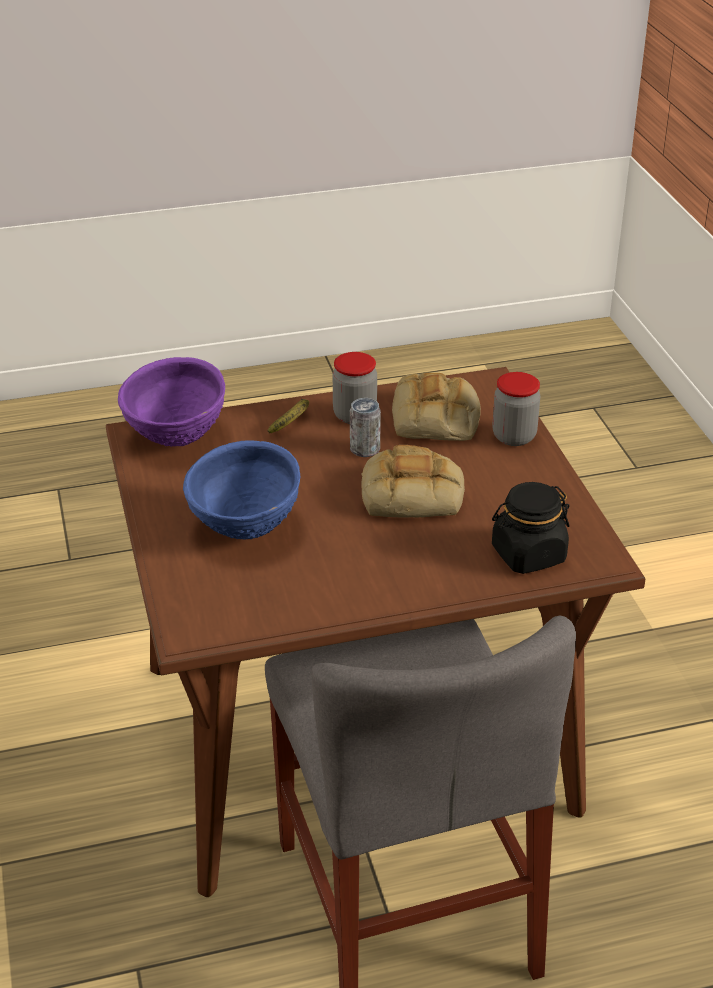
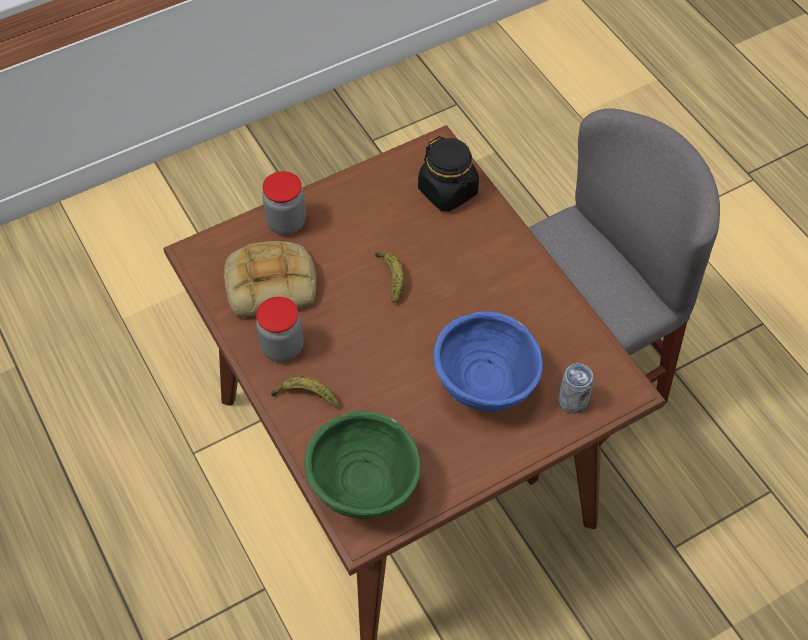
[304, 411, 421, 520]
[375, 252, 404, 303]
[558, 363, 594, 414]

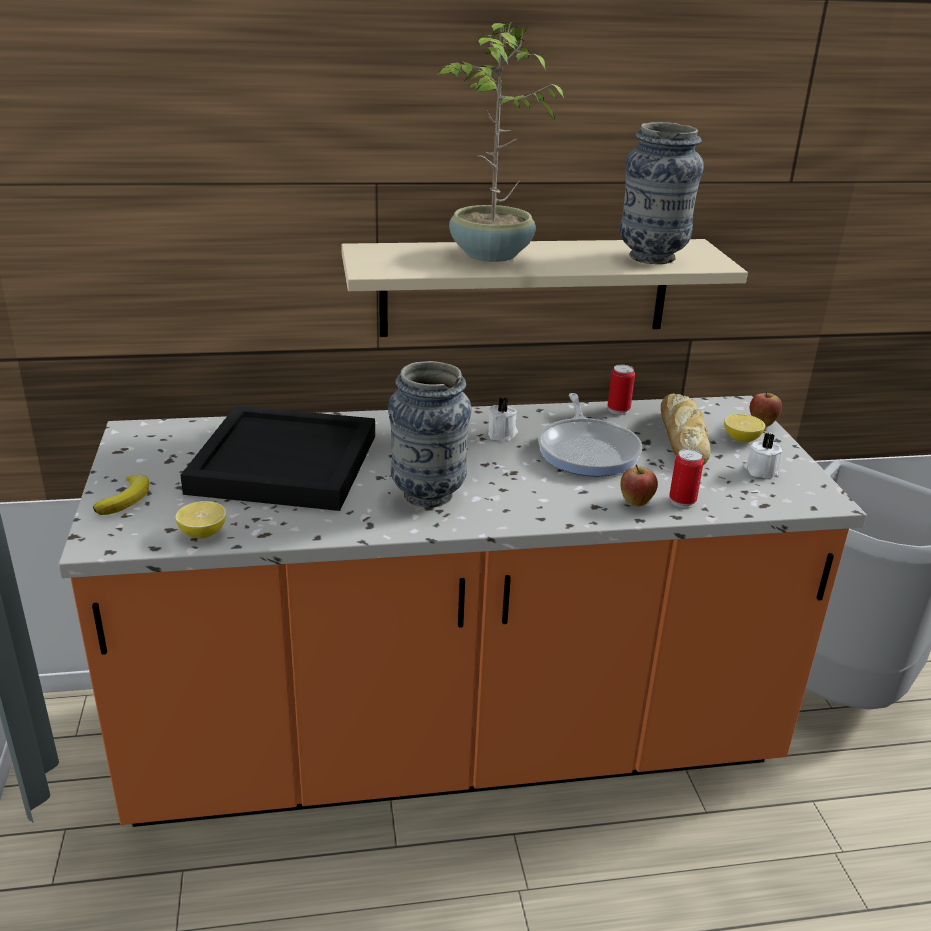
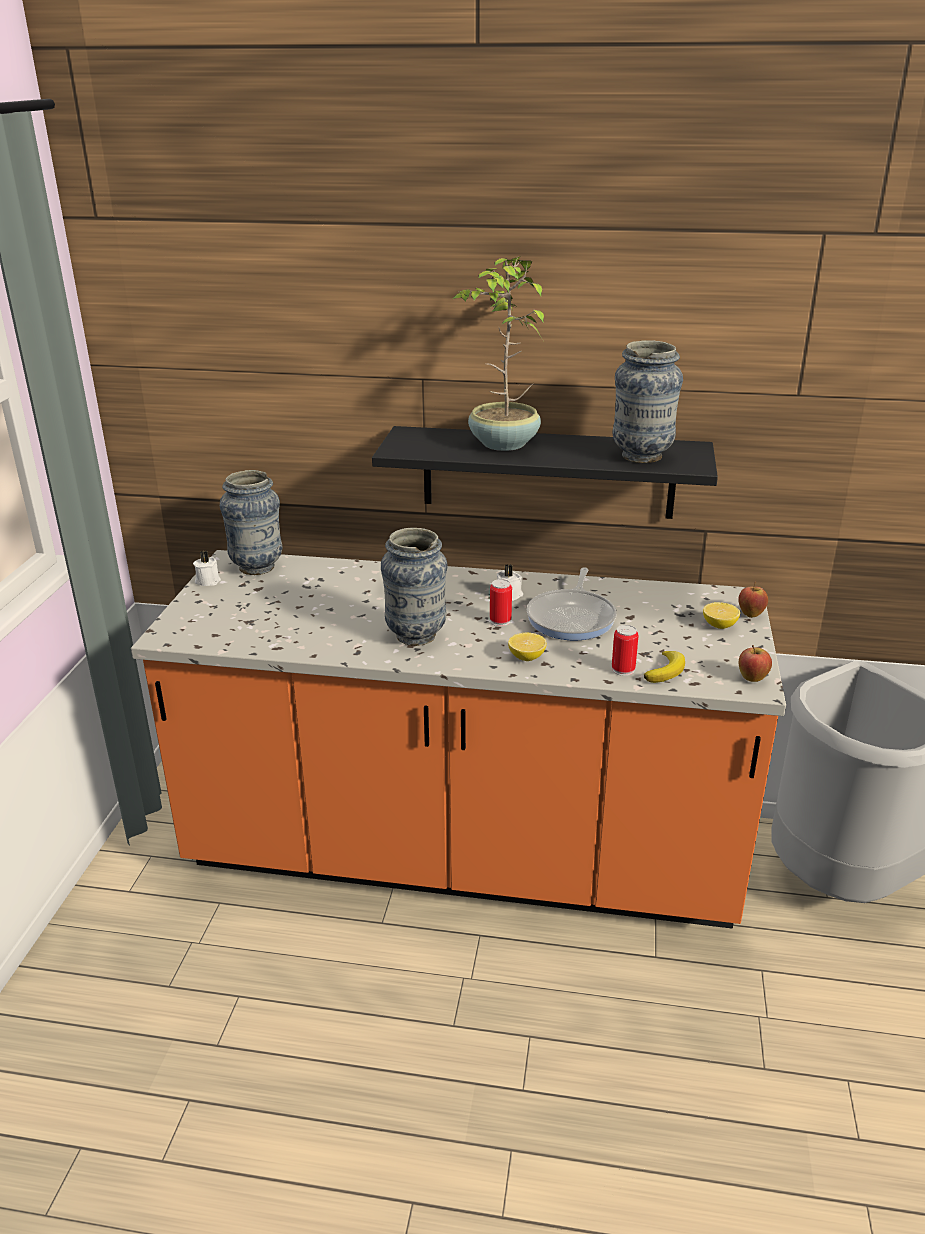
[193, 550, 221, 586]
[220, 470, 283, 575]
[372, 426, 718, 519]
[490, 579, 512, 626]
[508, 633, 547, 661]
[644, 651, 685, 683]
[739, 645, 772, 682]
[180, 405, 375, 511] (first image)
[661, 394, 711, 465] (first image)

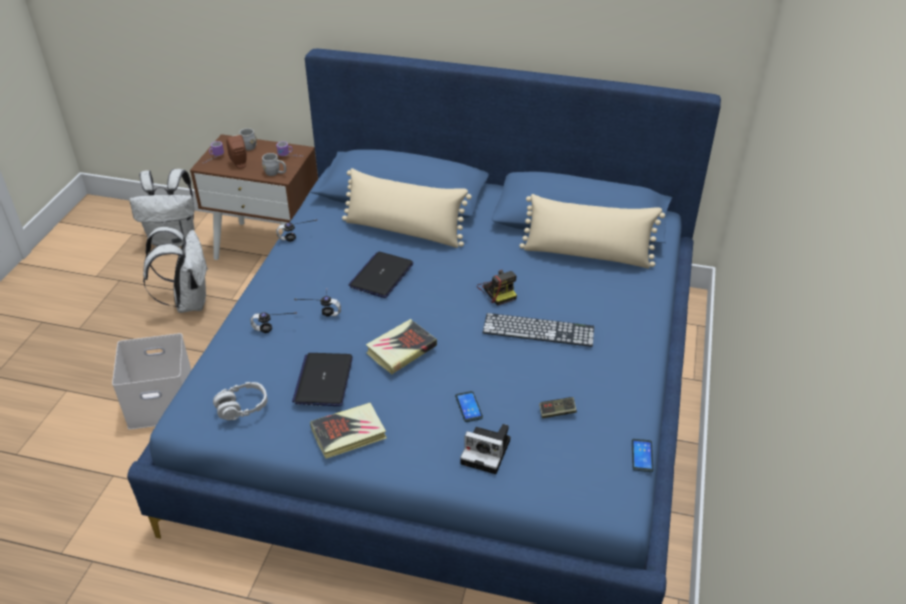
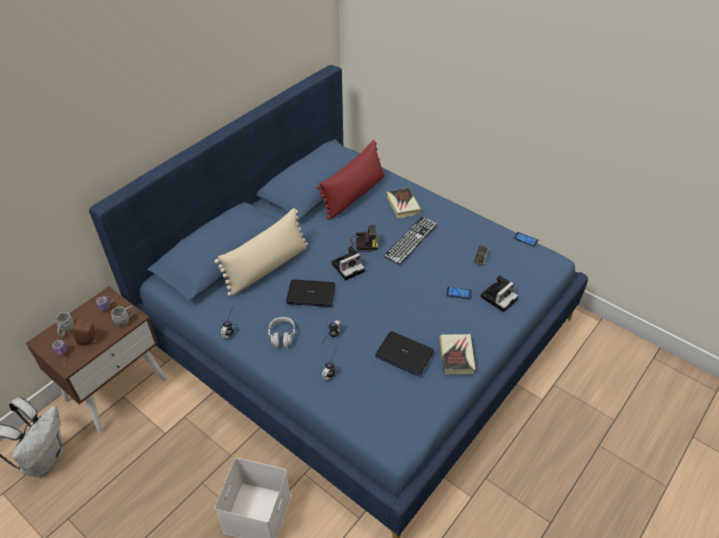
[268, 317, 296, 347]
[286, 279, 336, 307]
[316, 140, 385, 220]
[331, 246, 365, 280]
[387, 187, 422, 218]
[143, 227, 208, 313] (first image)

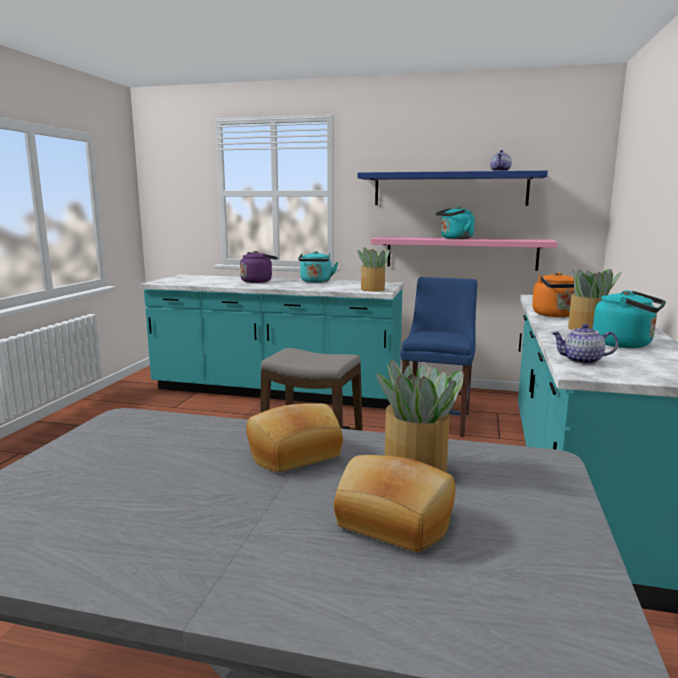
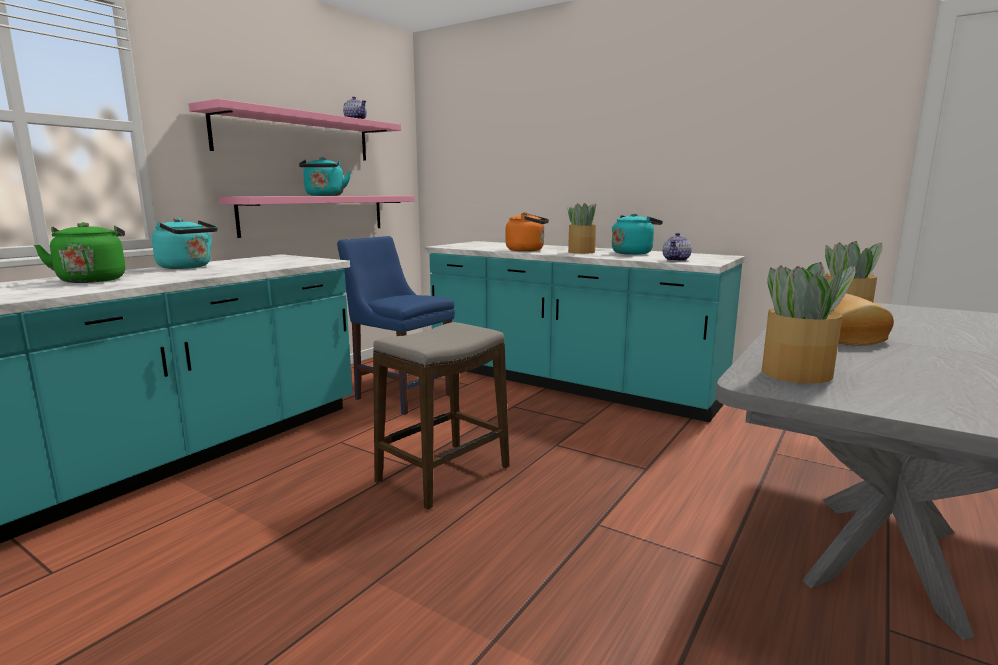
[34, 222, 125, 283]
[189, 99, 401, 161]
[762, 262, 855, 384]
[334, 455, 455, 552] (first image)

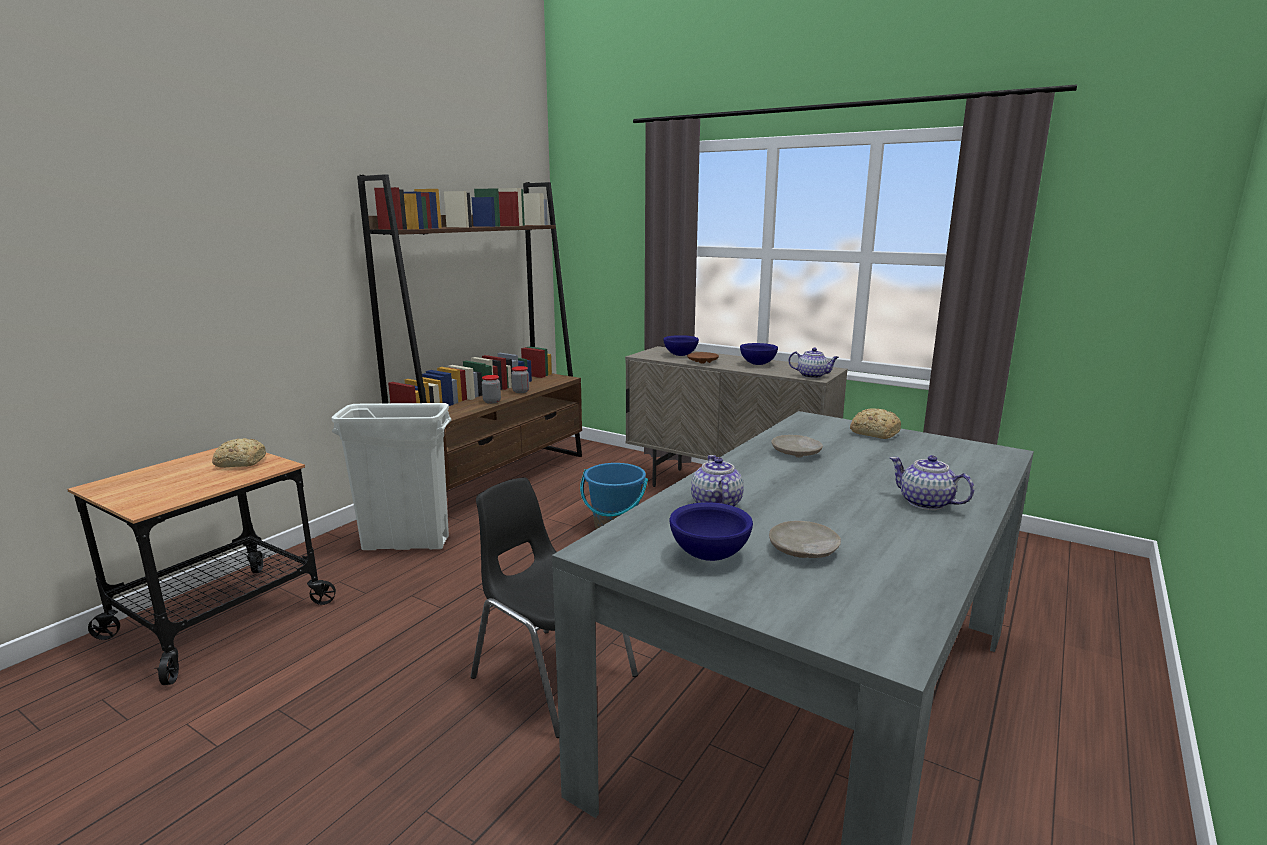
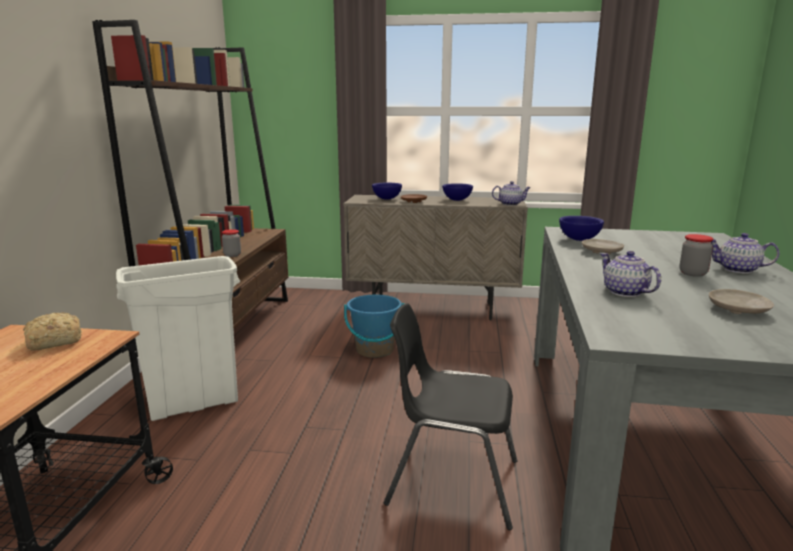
[559, 216, 604, 241]
[679, 234, 713, 277]
[850, 408, 901, 439] (first image)

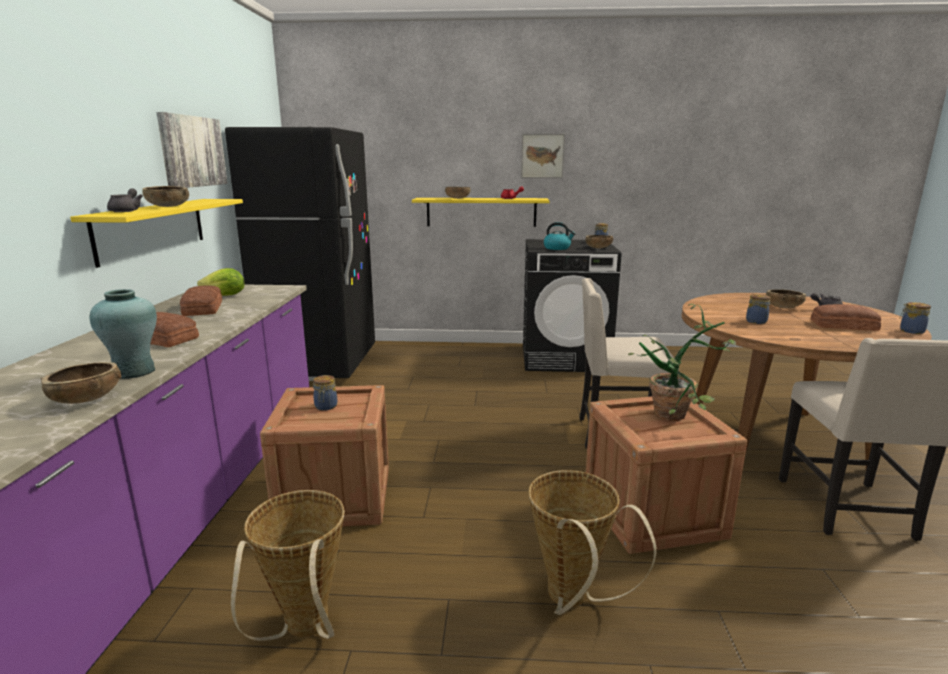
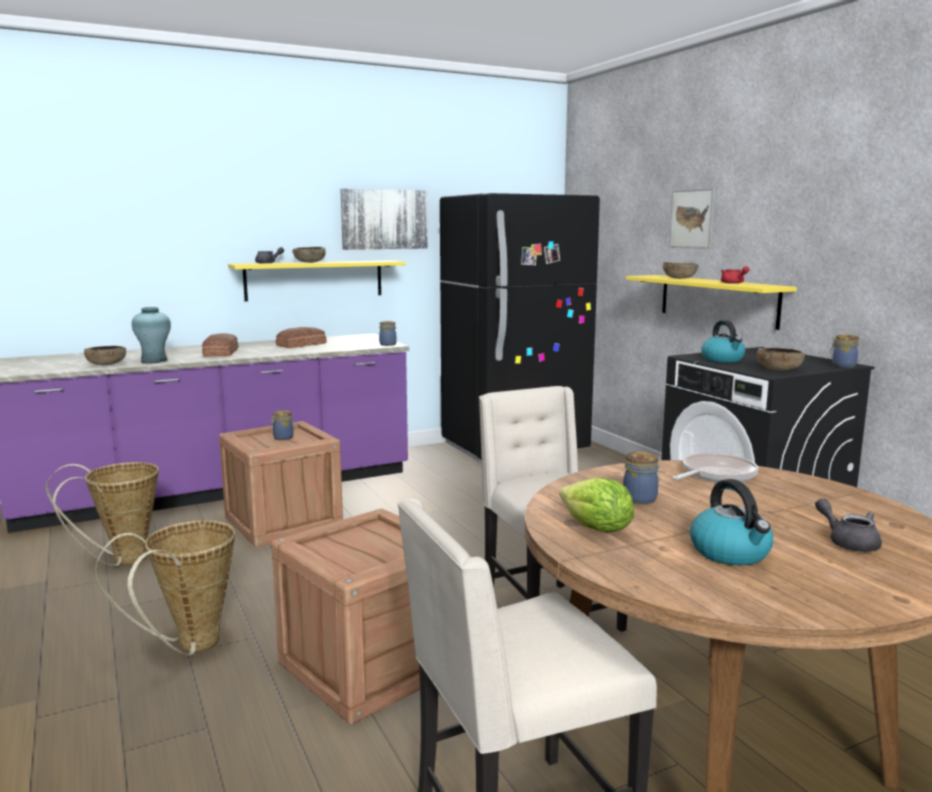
[379, 321, 397, 346]
[559, 477, 634, 533]
[669, 188, 715, 249]
[672, 453, 758, 482]
[690, 479, 773, 566]
[628, 304, 736, 421] (first image)
[766, 289, 806, 309] (first image)

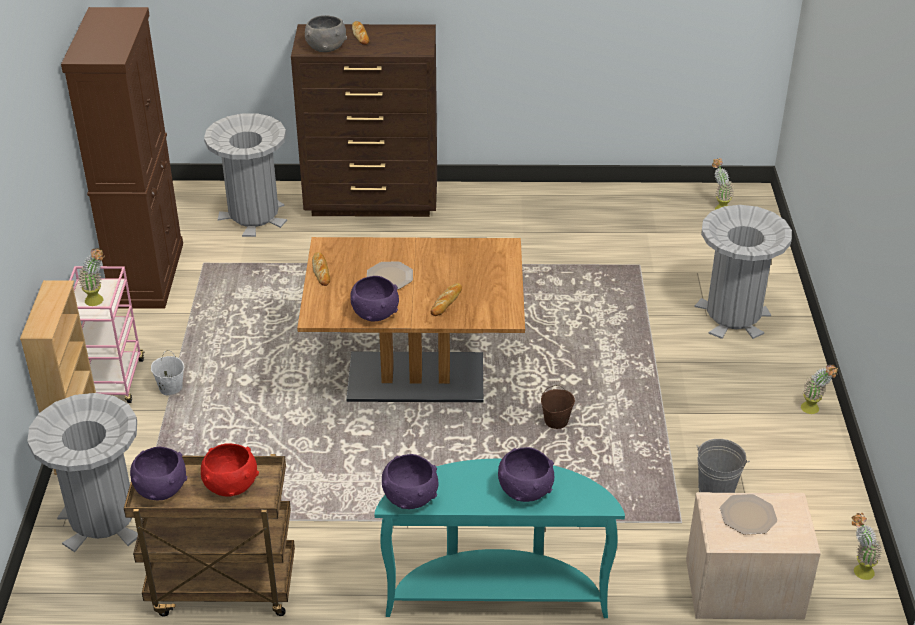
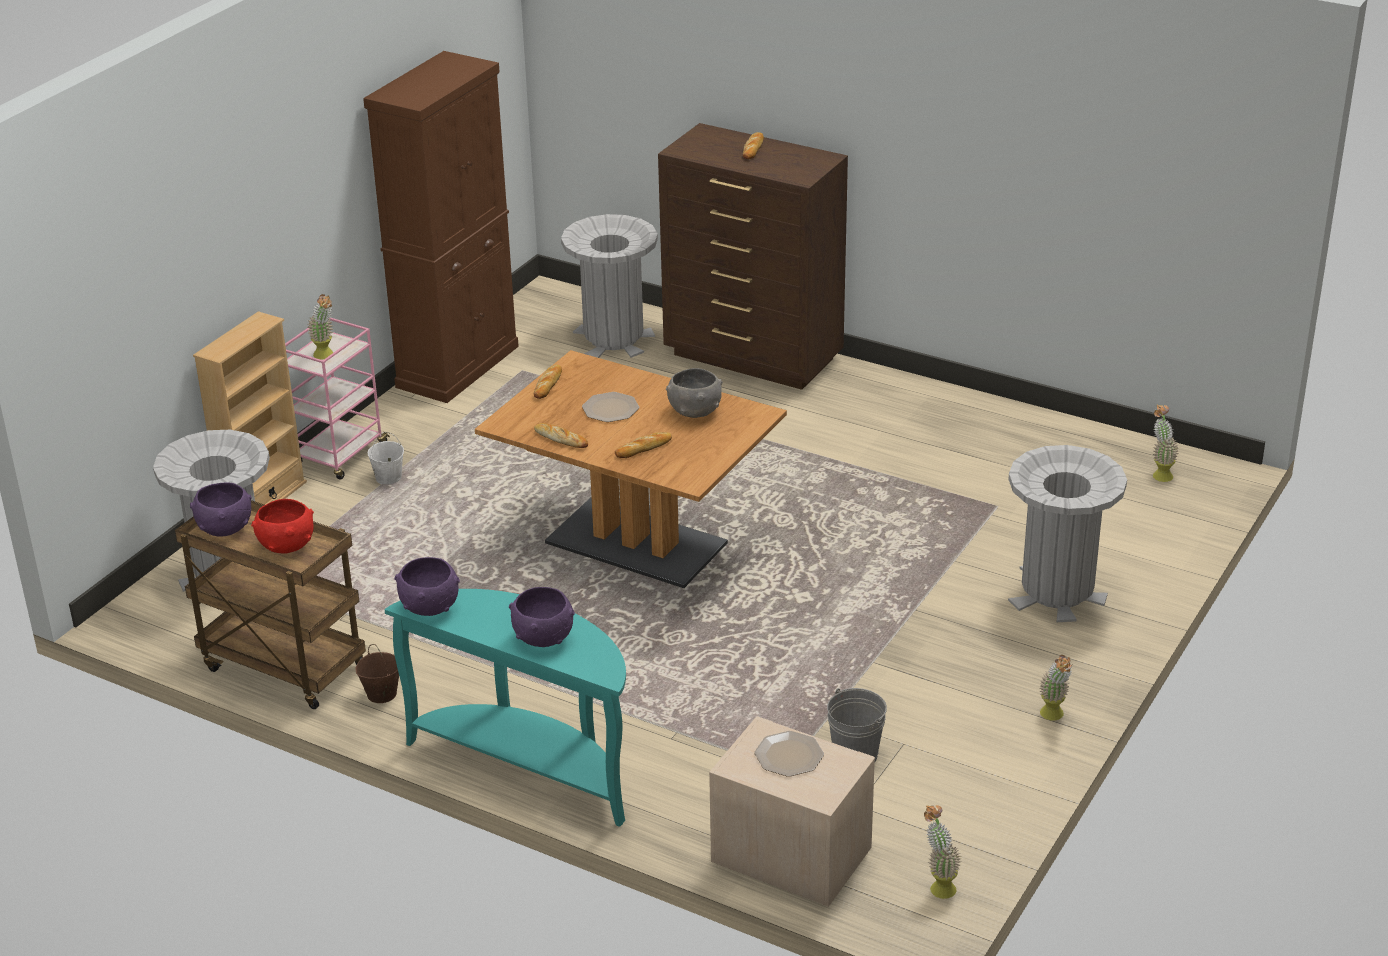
[356, 644, 399, 703]
[534, 423, 588, 448]
[666, 368, 723, 418]

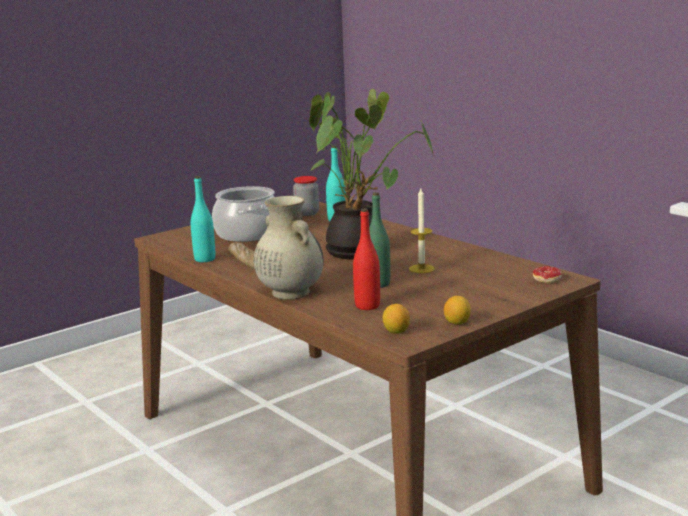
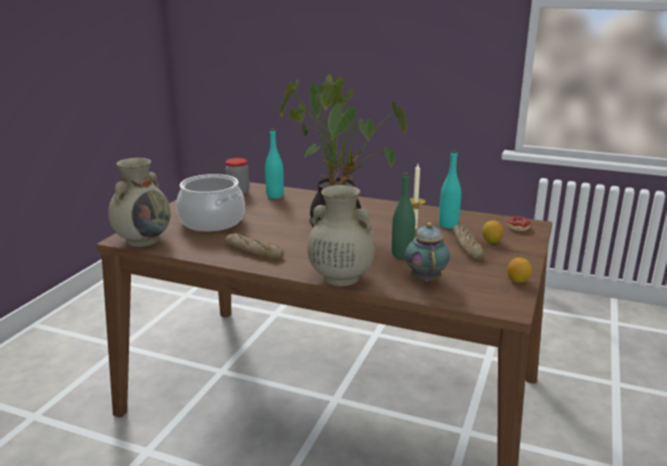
[108, 158, 171, 247]
[405, 222, 450, 282]
[439, 150, 461, 229]
[452, 224, 484, 260]
[482, 221, 503, 243]

